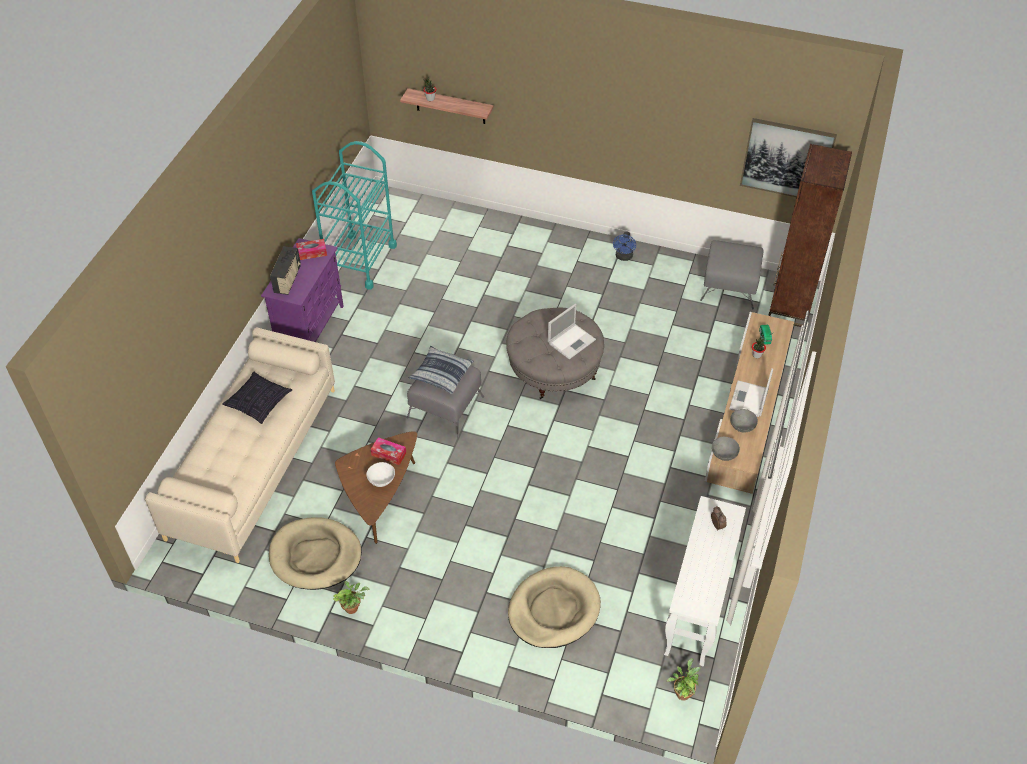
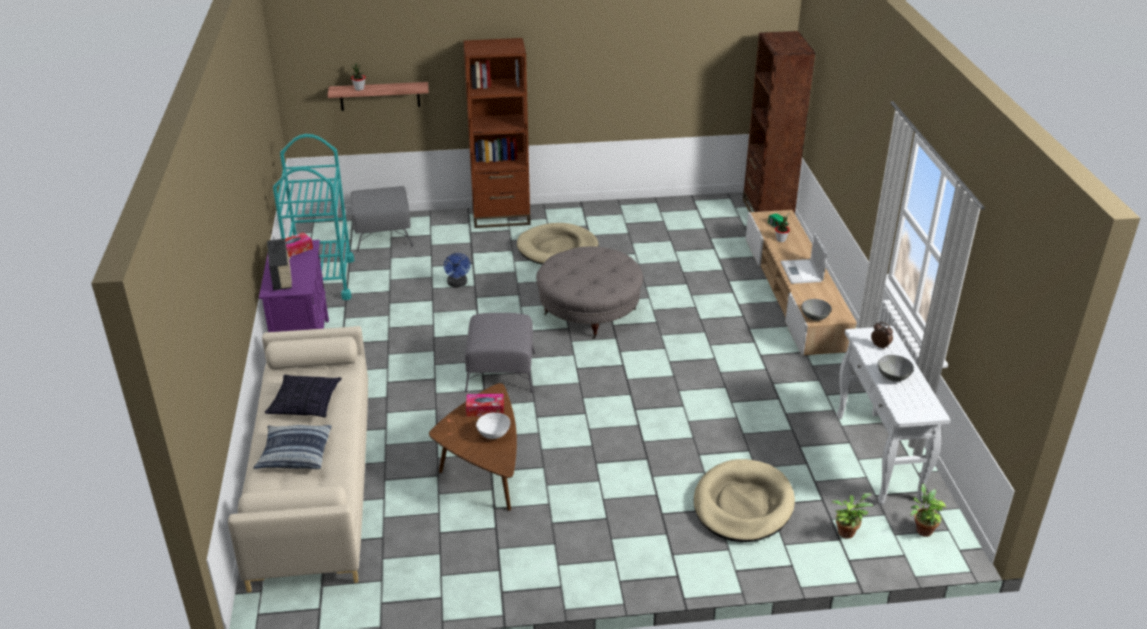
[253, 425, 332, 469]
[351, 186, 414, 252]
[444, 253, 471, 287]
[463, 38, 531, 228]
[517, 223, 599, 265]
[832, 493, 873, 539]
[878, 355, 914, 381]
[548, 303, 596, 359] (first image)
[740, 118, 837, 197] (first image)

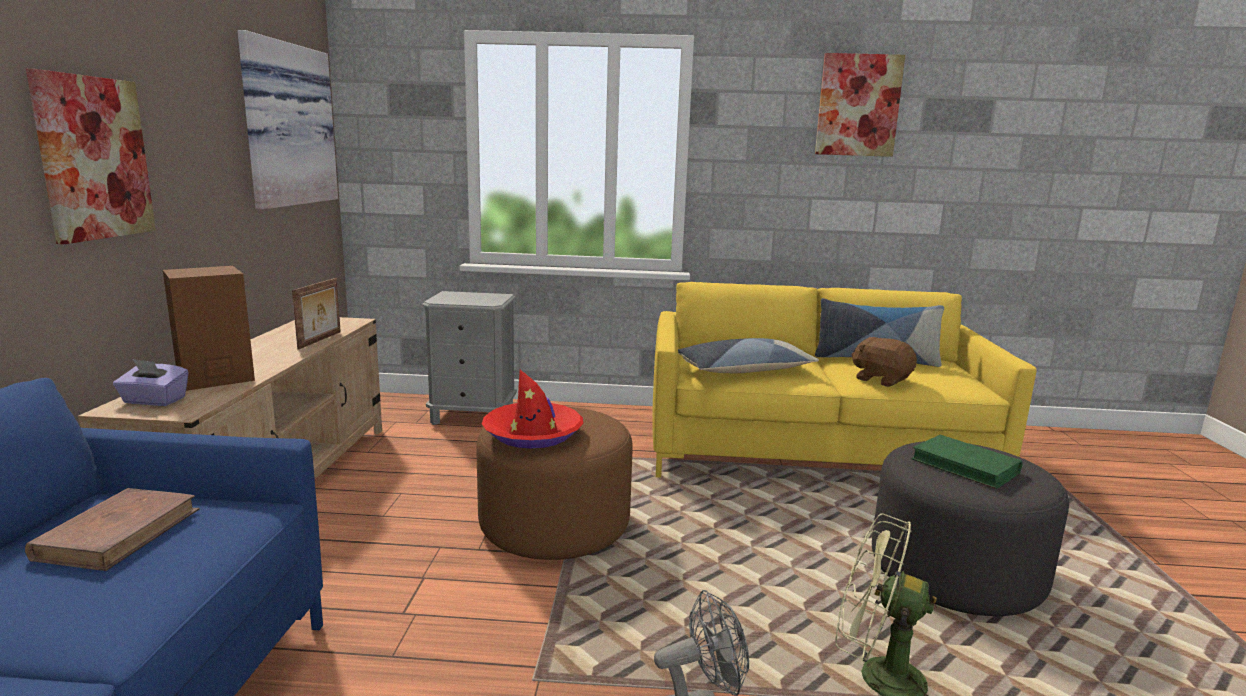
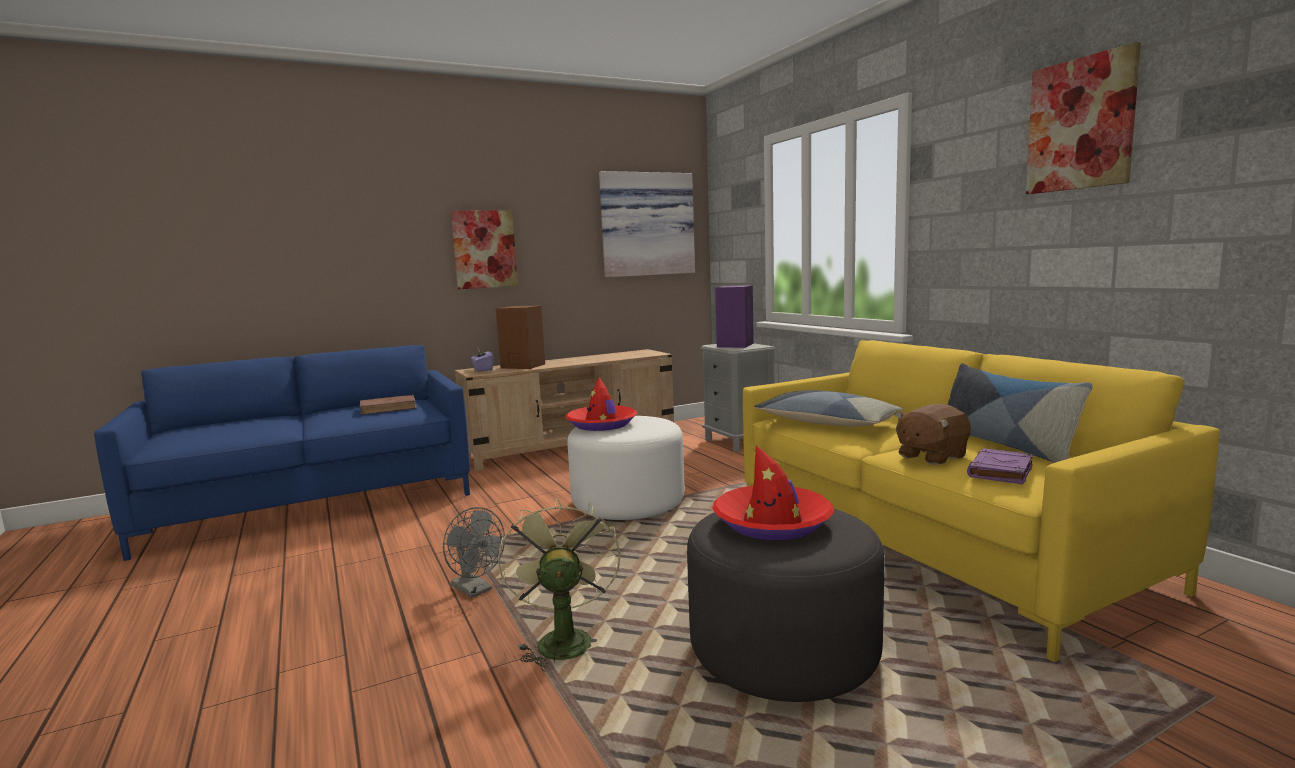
[567, 416, 685, 520]
[712, 445, 834, 540]
[715, 285, 754, 348]
[895, 404, 971, 465]
[967, 448, 1033, 484]
[292, 278, 341, 349] (first image)

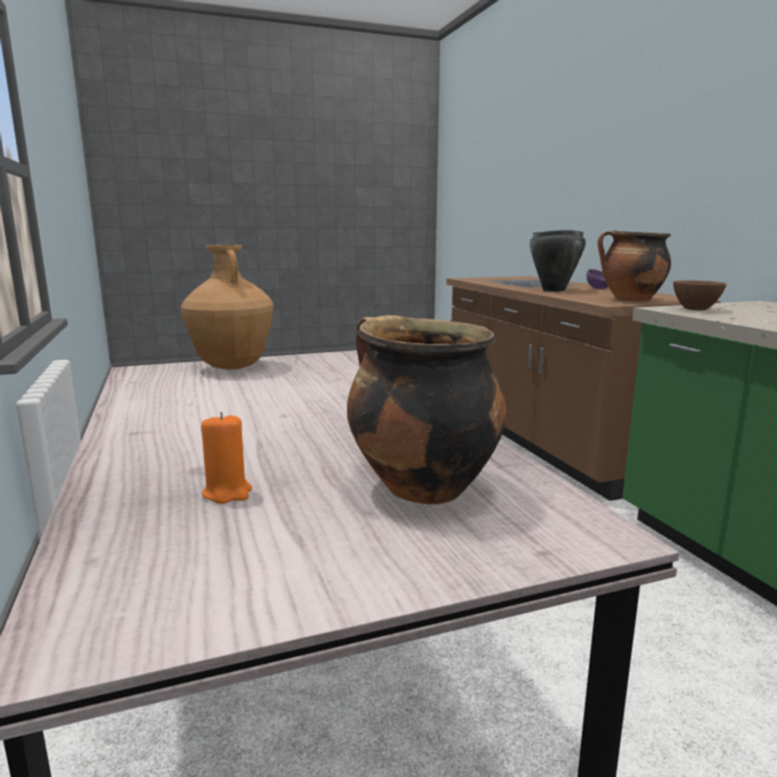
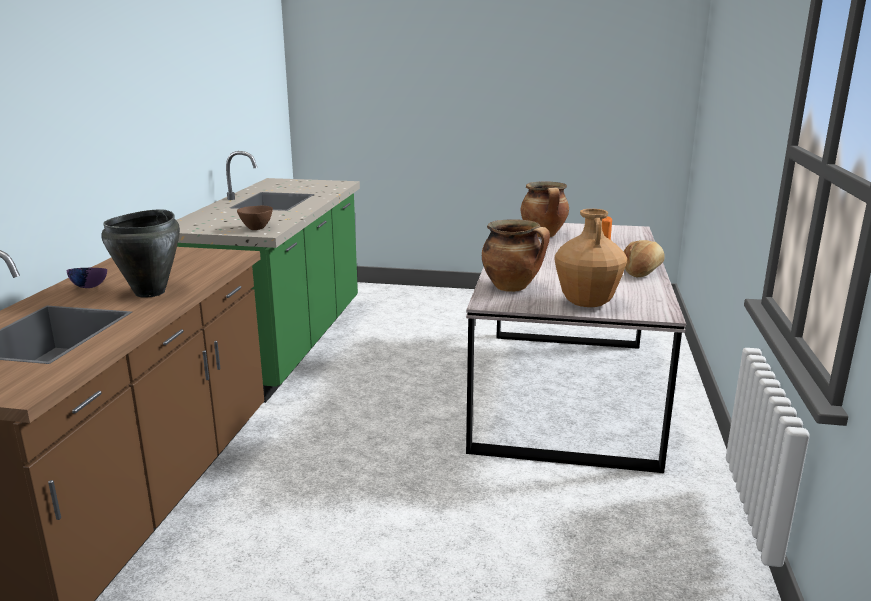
[482, 219, 550, 292]
[624, 240, 665, 277]

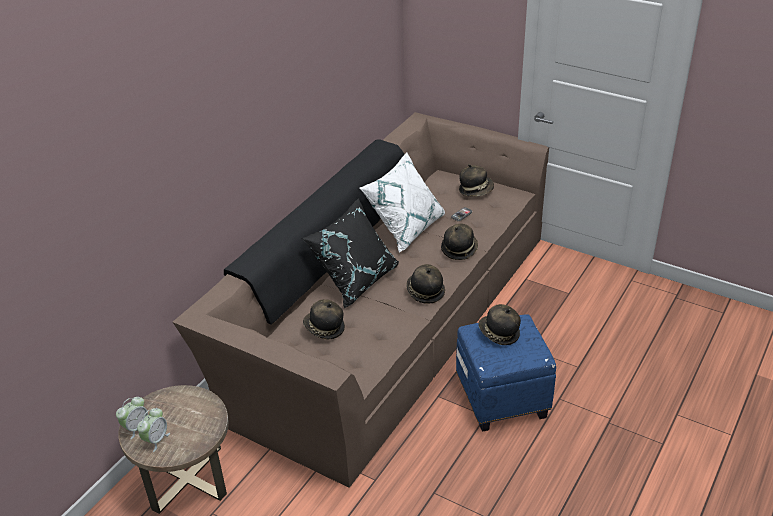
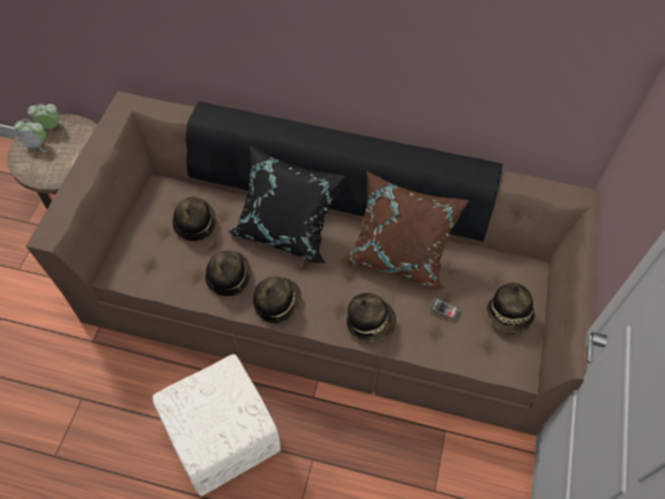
[27, 104, 63, 129]
[152, 354, 281, 497]
[205, 250, 251, 297]
[342, 171, 469, 289]

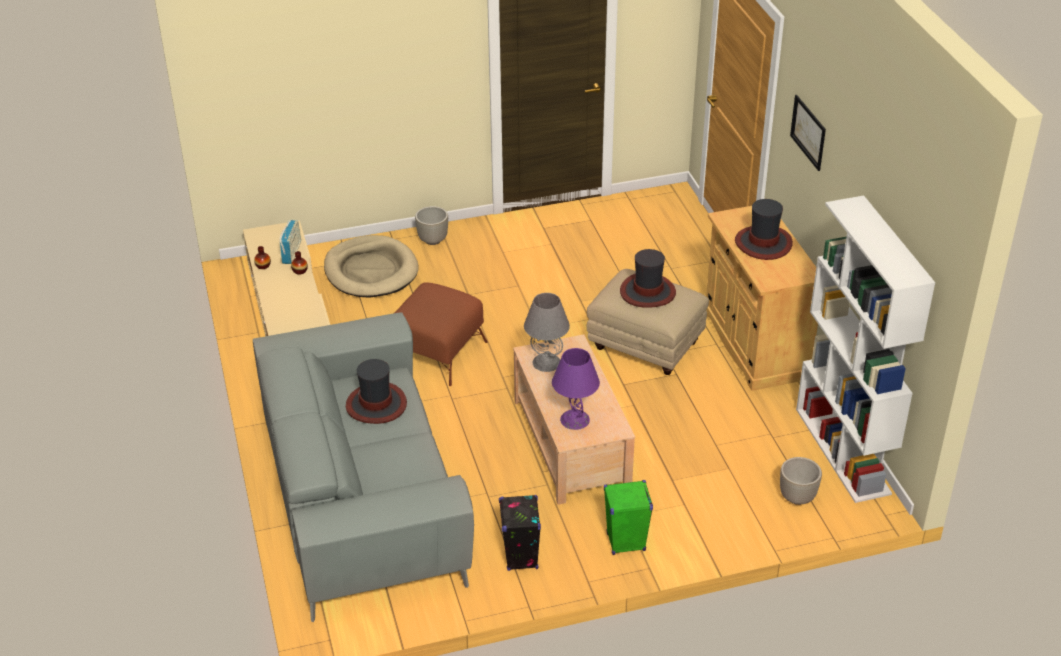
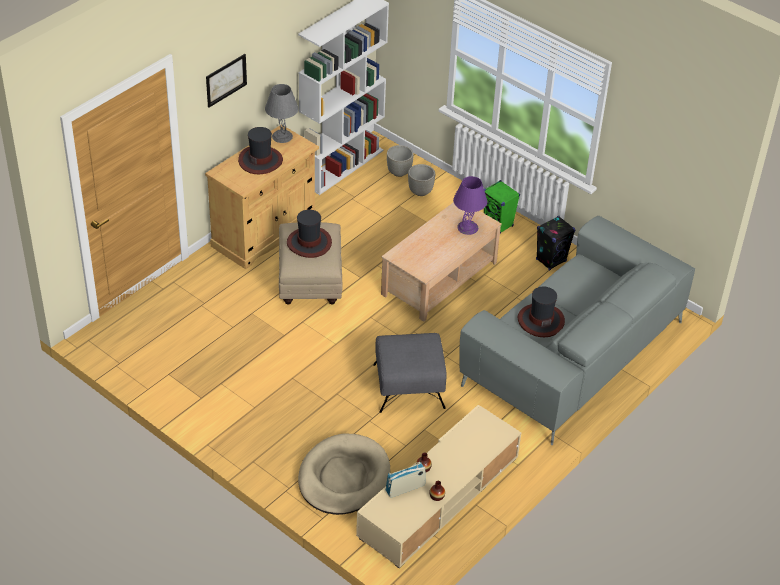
[265, 84, 299, 143]
[373, 333, 447, 413]
[408, 164, 435, 196]

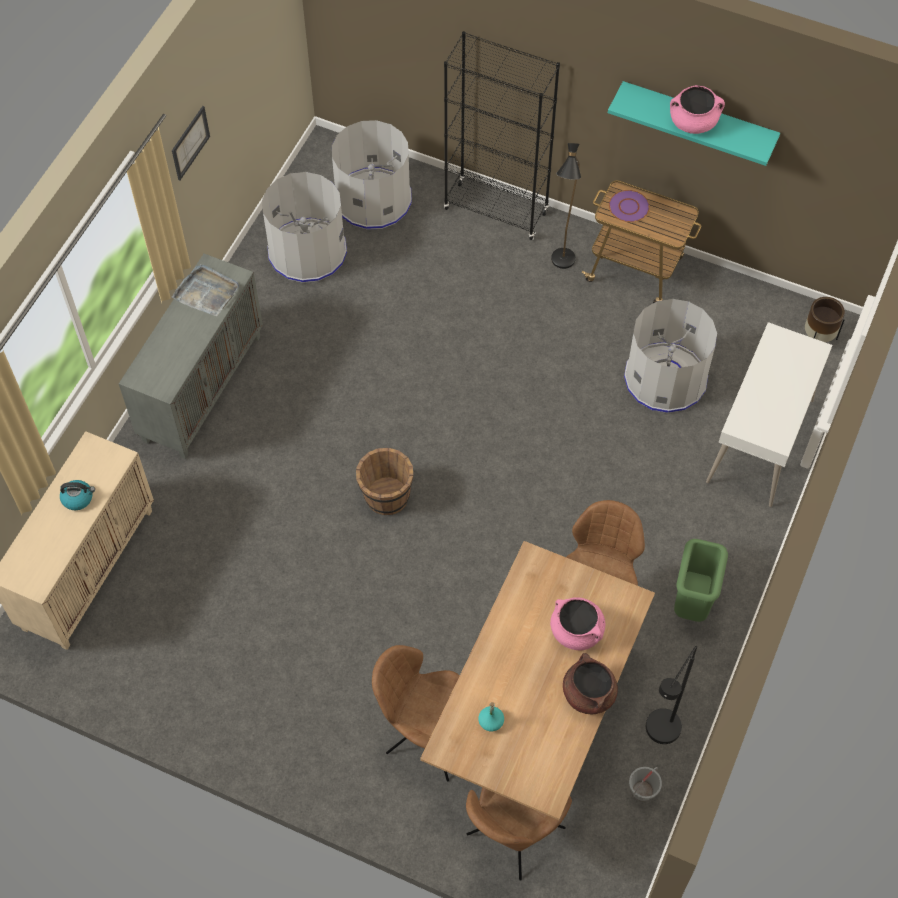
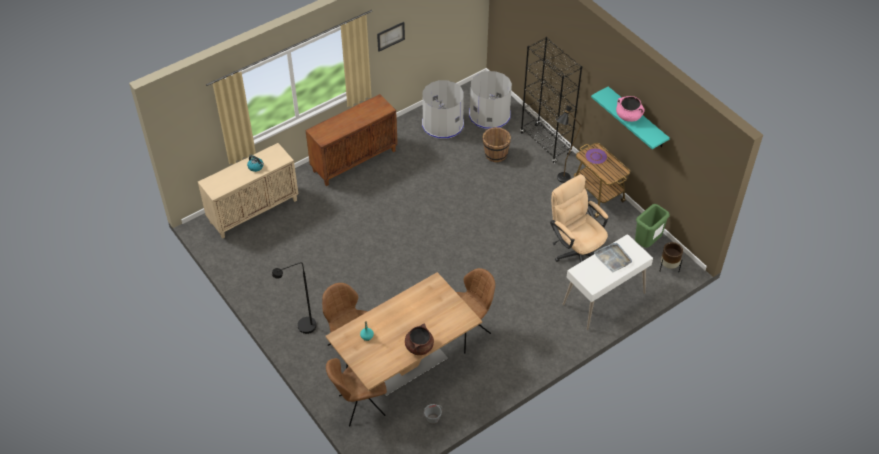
[272, 262, 316, 334]
[305, 94, 398, 186]
[482, 127, 511, 162]
[550, 174, 608, 262]
[594, 243, 632, 272]
[635, 204, 670, 248]
[550, 597, 605, 650] (first image)

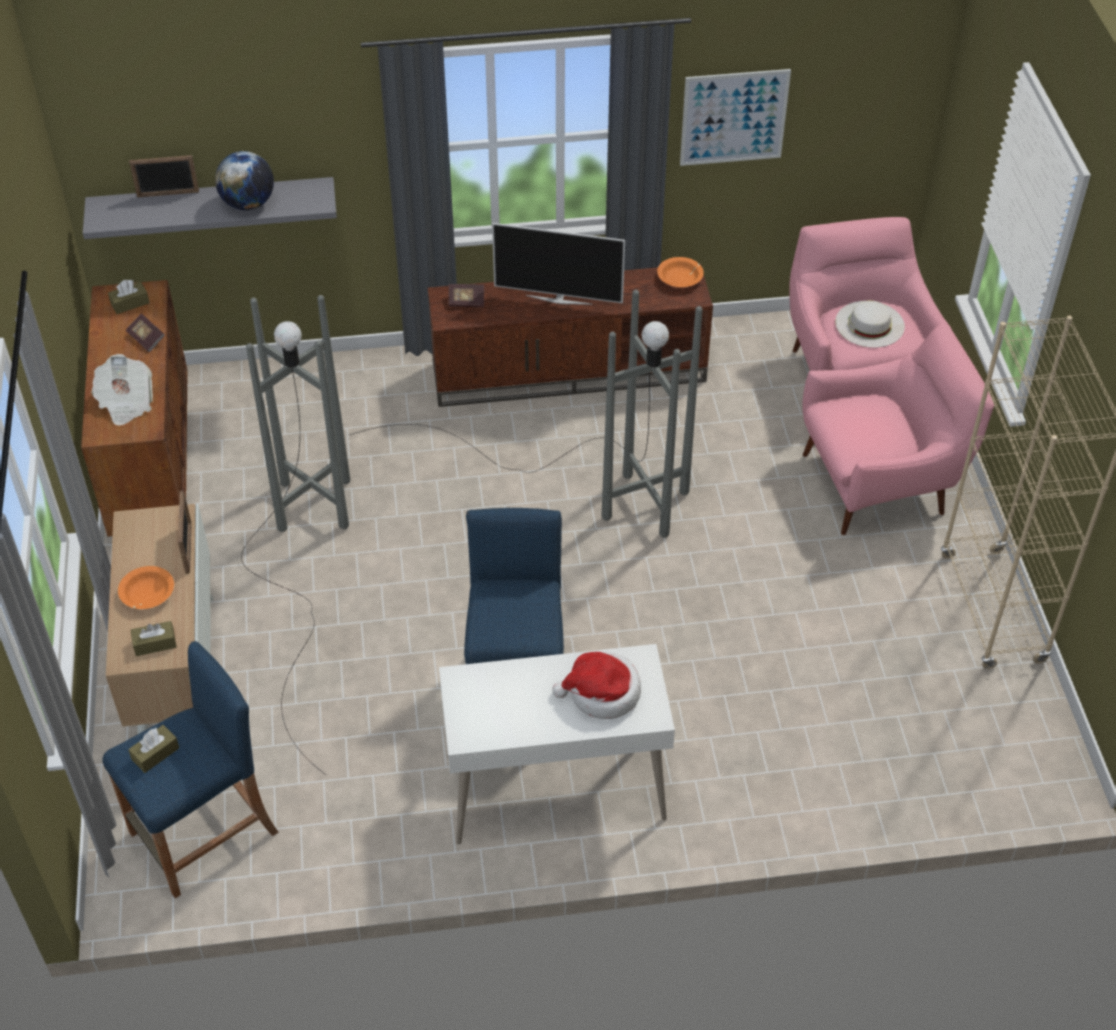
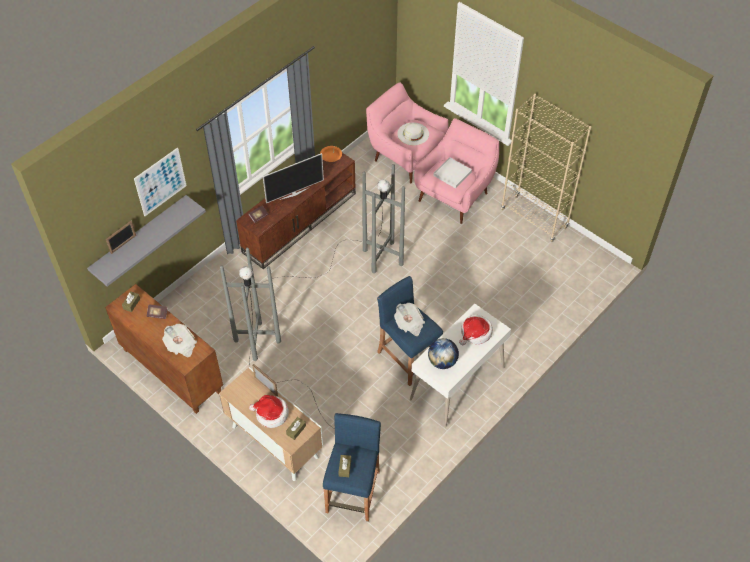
[134, 148, 187, 216]
[249, 395, 289, 428]
[394, 303, 425, 336]
[428, 338, 459, 369]
[433, 157, 472, 188]

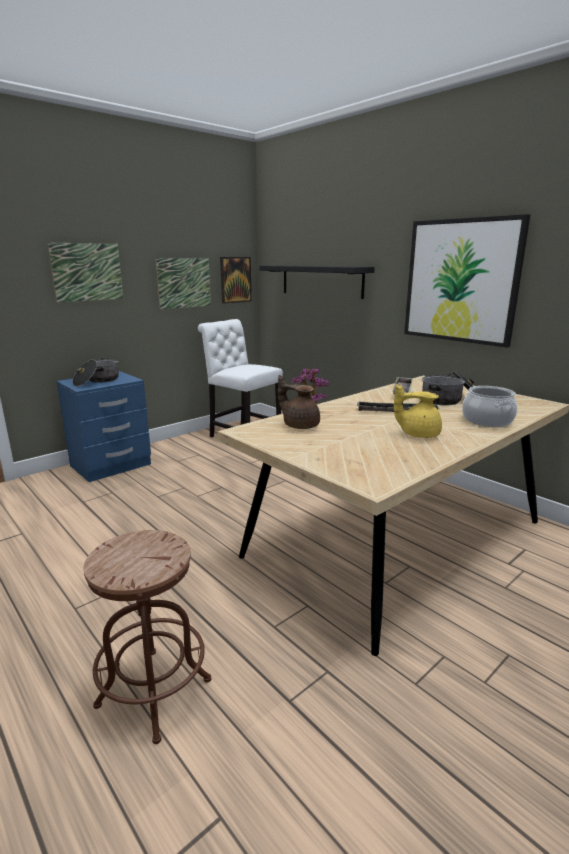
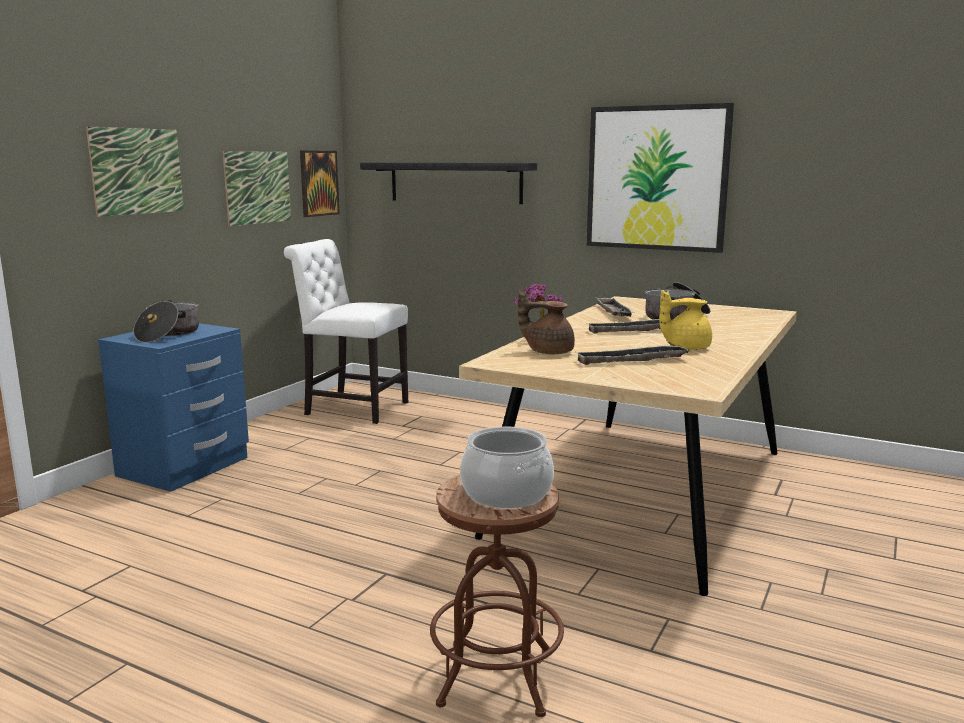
[460, 427, 554, 508]
[575, 345, 689, 365]

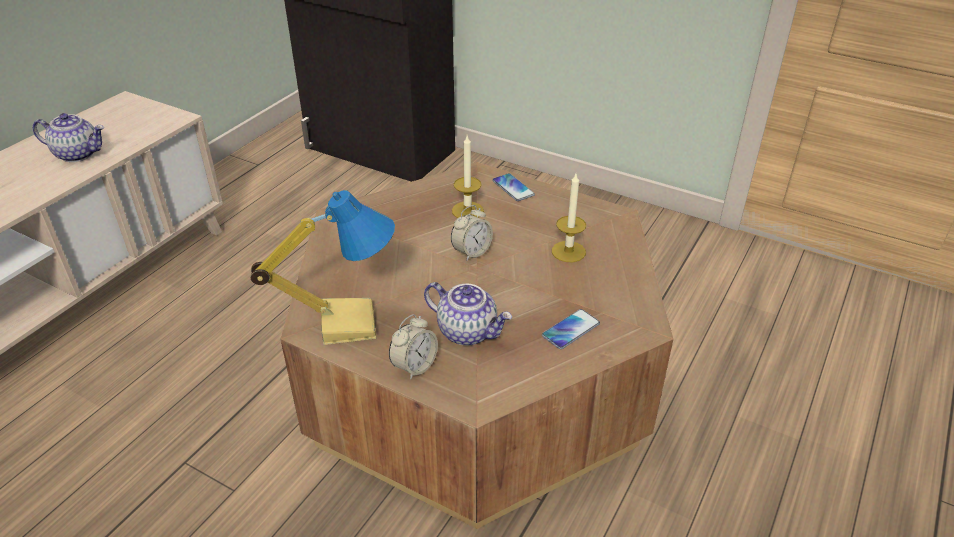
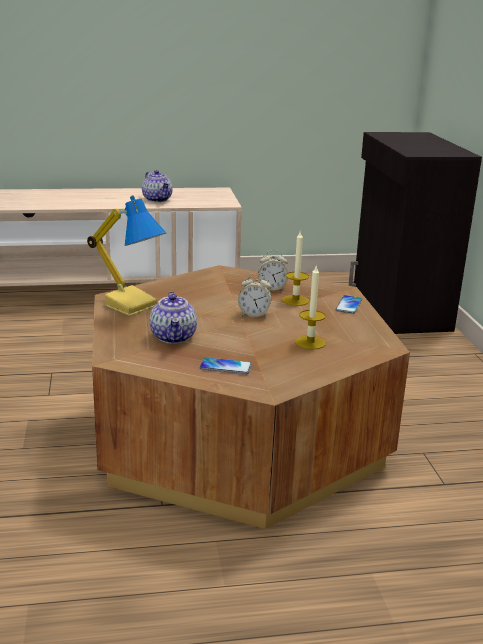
[258, 250, 288, 291]

